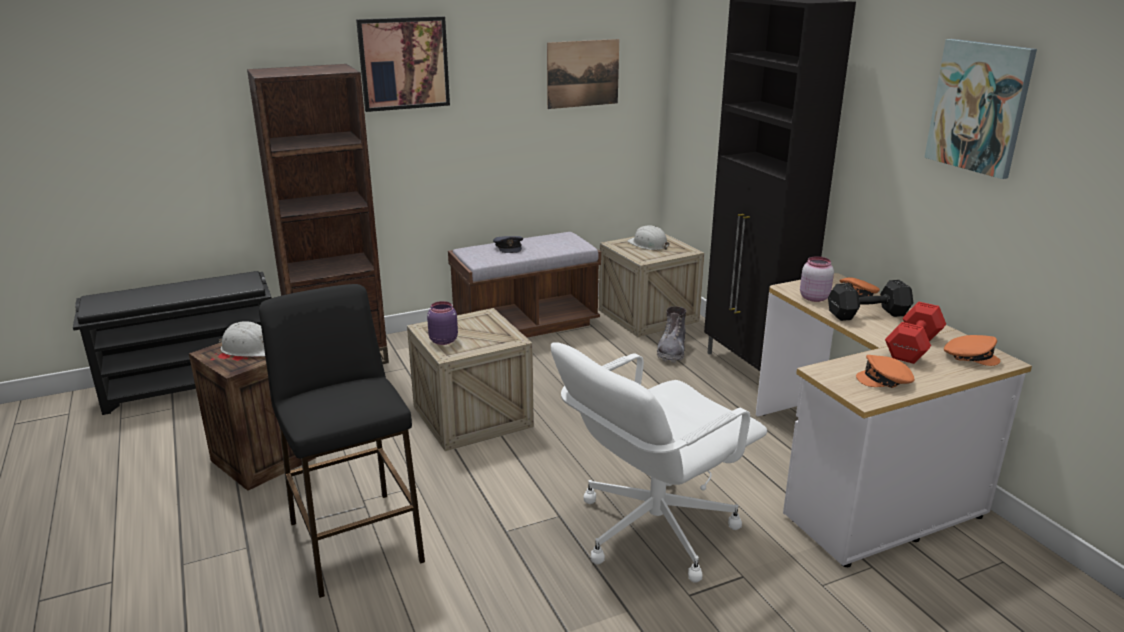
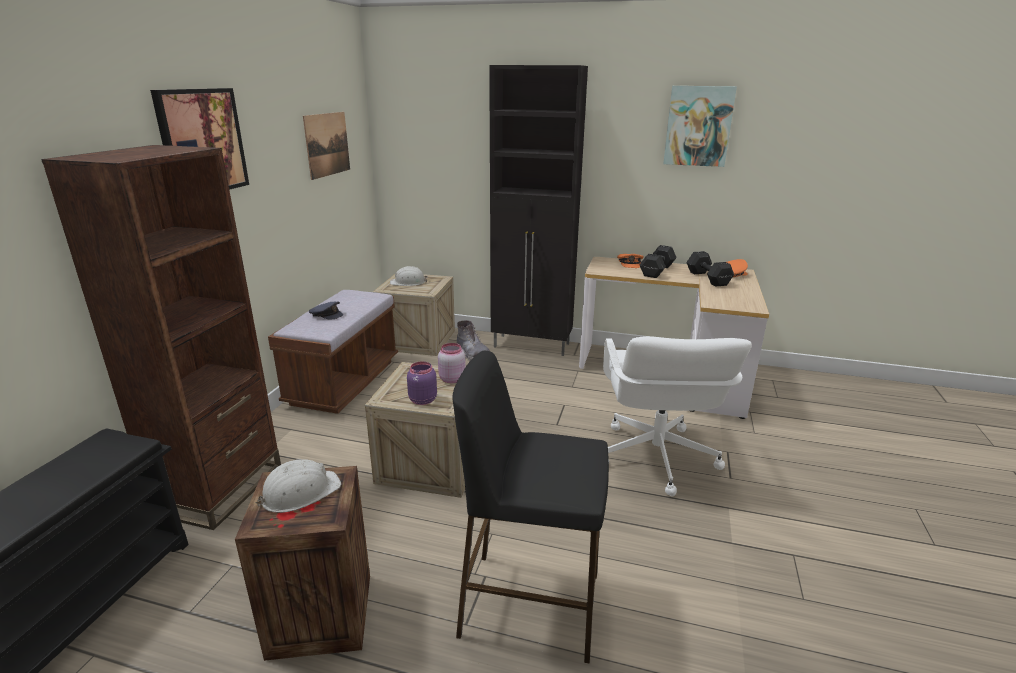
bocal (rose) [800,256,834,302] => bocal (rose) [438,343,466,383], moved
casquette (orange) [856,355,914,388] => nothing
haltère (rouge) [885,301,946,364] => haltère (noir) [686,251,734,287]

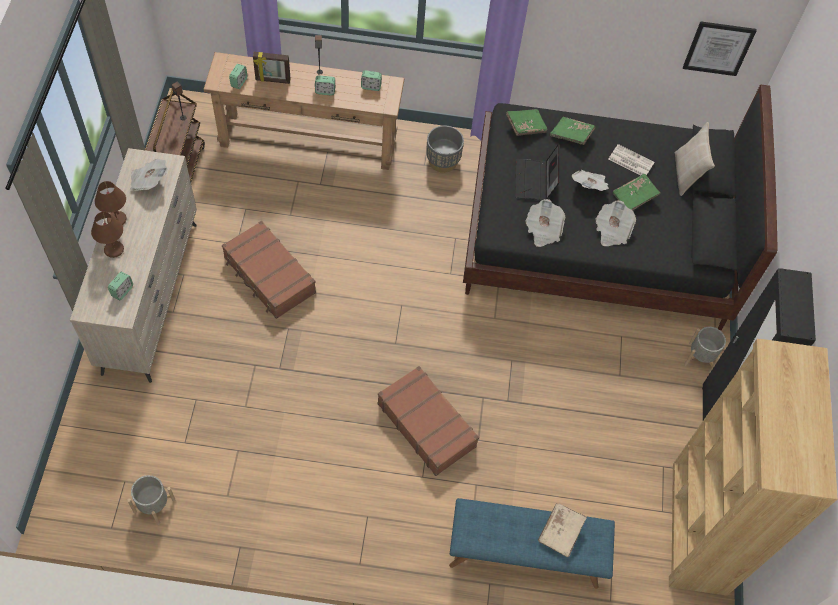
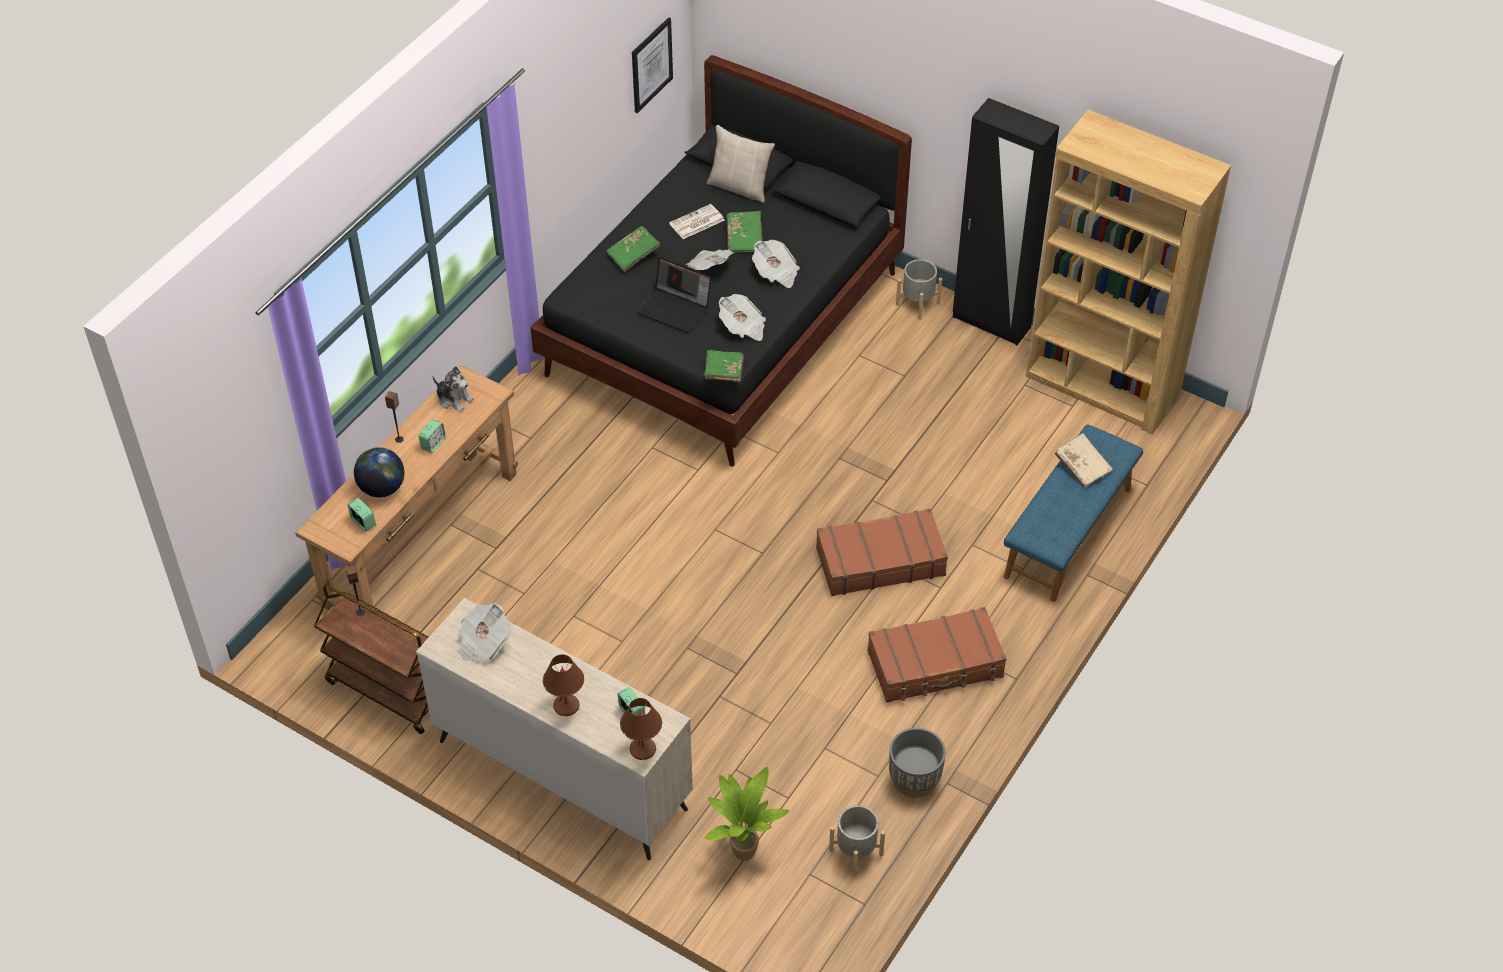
lampe de table (marron) [95,181,127,225] => lampe de table (marron) [620,698,662,760], moved
valise (marron) [222,221,316,319] => valise (marron) [867,607,1006,703], moved
cadre photo [253,52,291,84] => globe [354,447,404,497]
réveil [361,70,382,91] => peluche [433,366,474,412]
cache-pot (gris) [426,125,464,173] => cache-pot (gris) [889,728,946,798], moved
livre (vert) [506,109,547,136] => livre (vert) [704,350,744,382], moved
nothing => plante en pot [705,767,789,861]

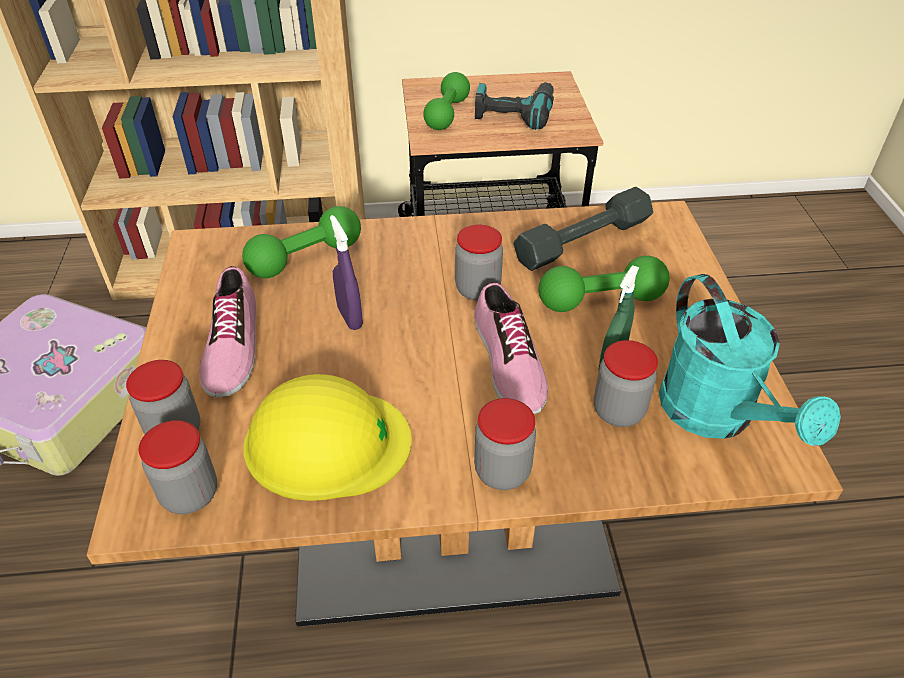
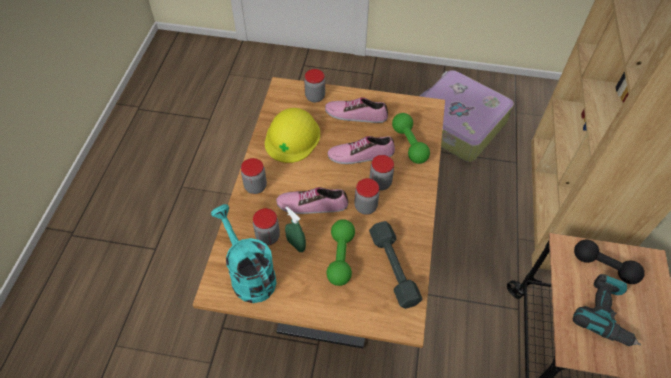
bocal [138,420,217,514] => bocal [369,155,394,191], moved
vaporisateur (violet) [330,215,363,330] => chaussure [327,136,395,164]
haltère (vert) [423,72,470,130] => haltère (noir) [574,240,645,284]
arrosoir (turquoise) [659,274,841,446] => arrosoir (turquoise) [211,204,277,303], 60 degrees clockwise

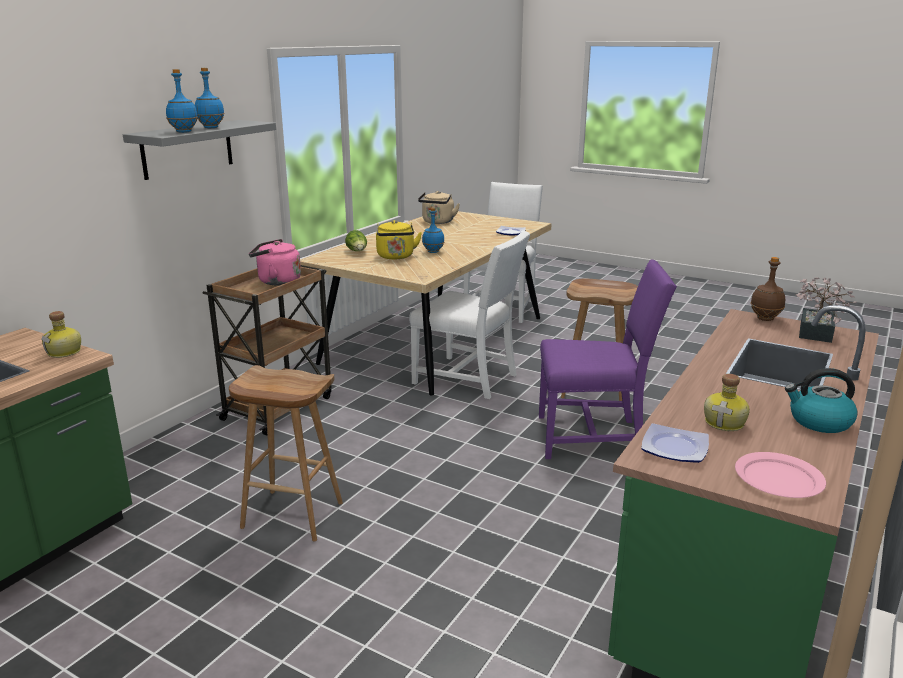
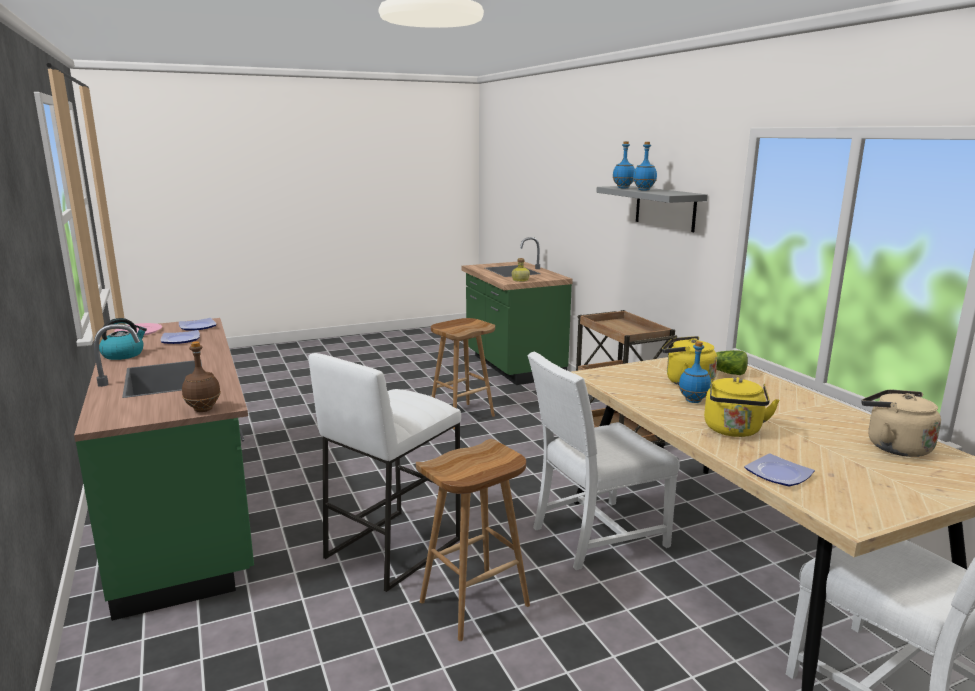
bouilloire (rose) [249,239,301,285] => nothing
chaise (violet) [539,260,677,459] => tabouret (blanc) [308,353,461,592]
bouteille [704,374,750,431] => assiette [161,330,200,344]
plante en pot [796,278,857,343] => nothing
nothing => bouilloire (jaune) [704,377,780,437]

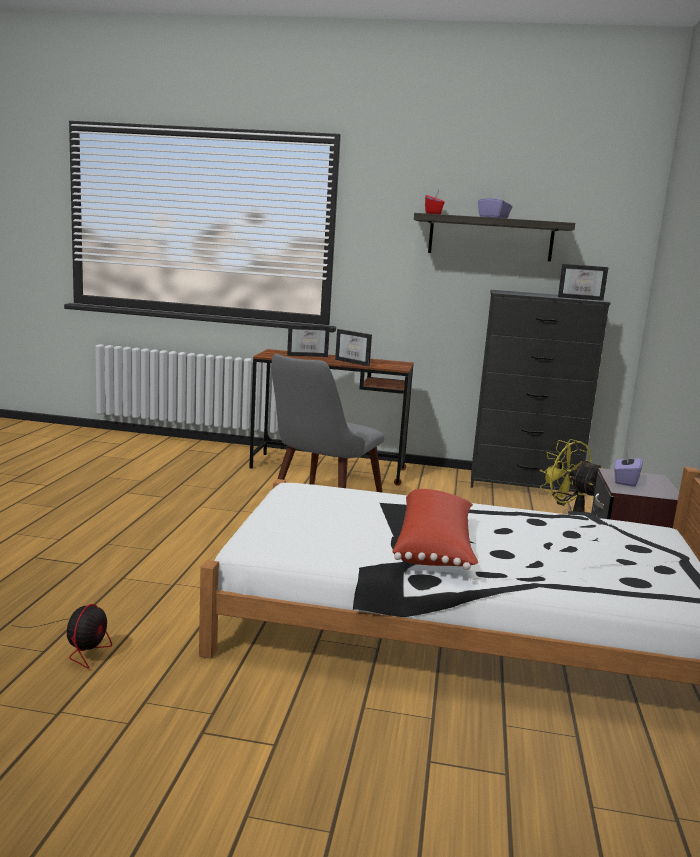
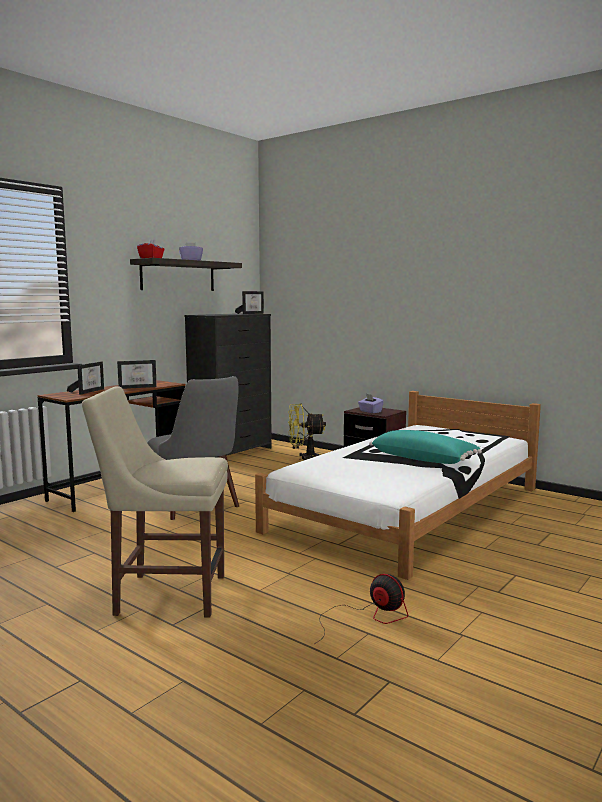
coussin (rouge) [392,489,478,570] => coussin (turquoise) [369,430,482,464]
nothing => chaise (beige) [82,386,228,617]

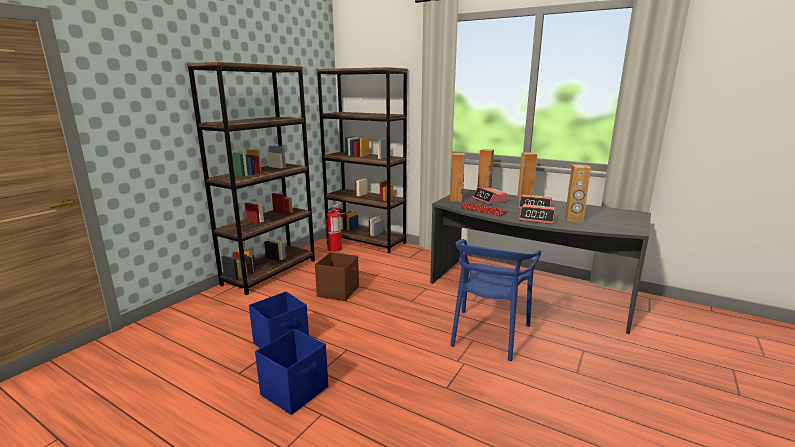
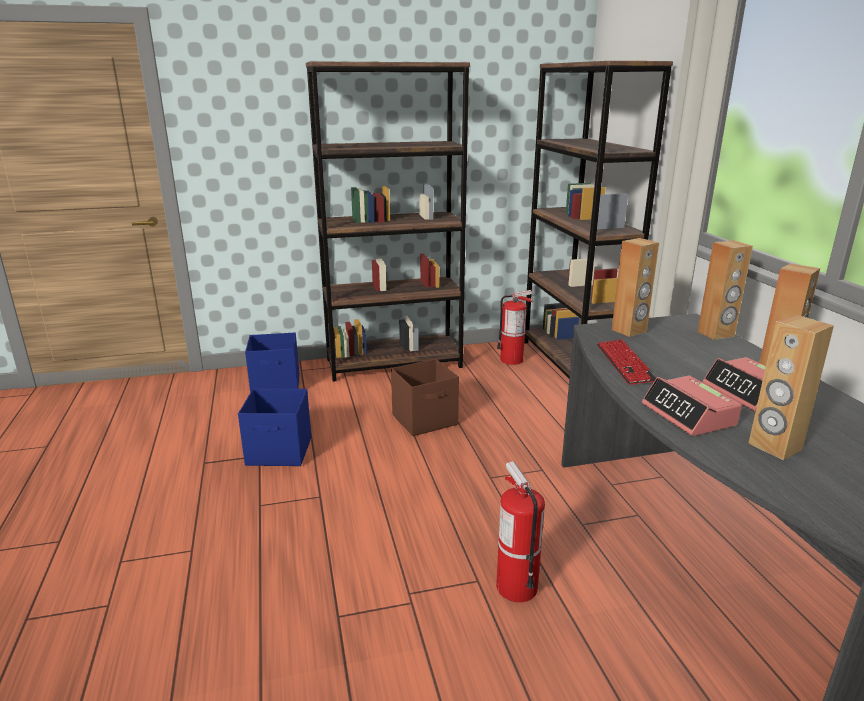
boîte de rangement (bleu) [255,329,328,415] => boîte de rangement (bleu) [245,332,299,393], moved
chaise (bleu) [450,239,541,361] => extincteur [496,461,545,602]
réveil [472,187,508,204] => nothing

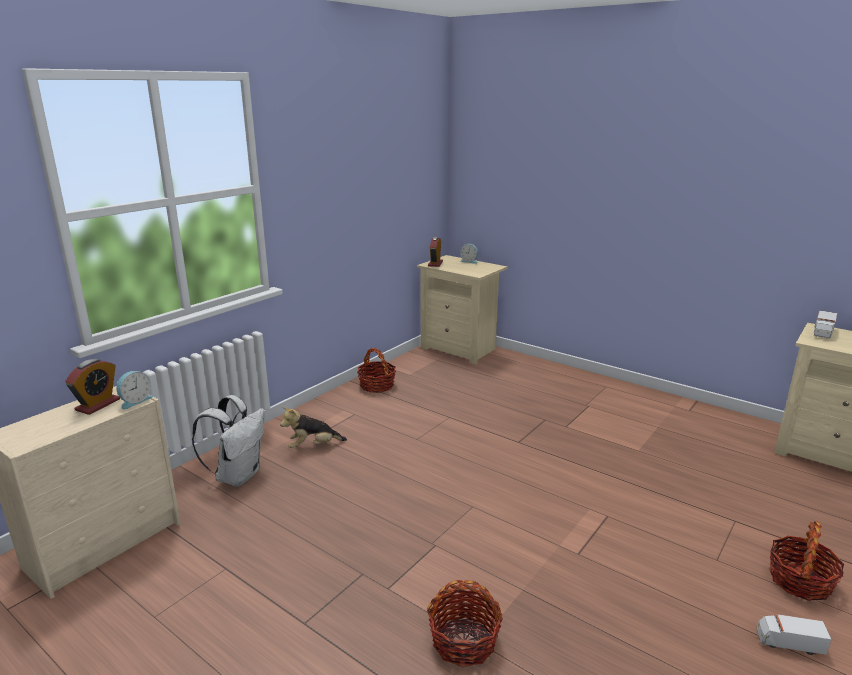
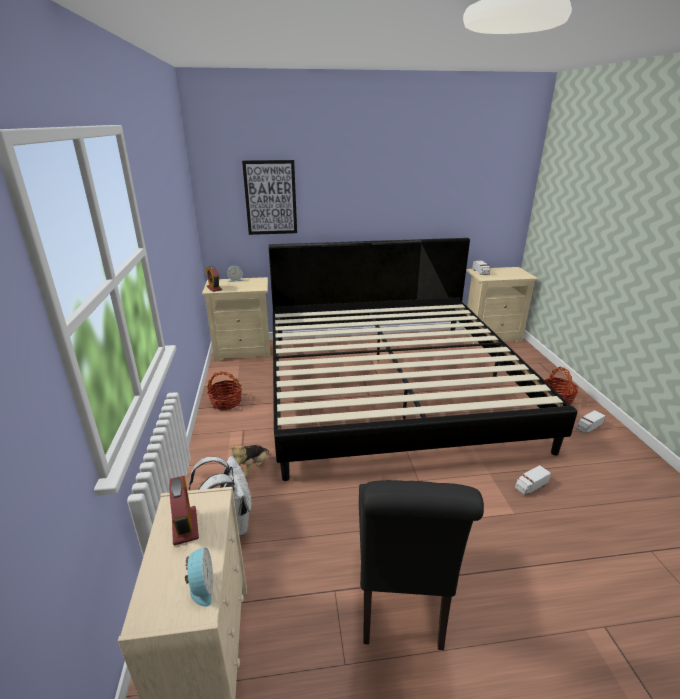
réveil [116,371,153,409] => réveil [185,548,213,607], moved
panier [427,580,503,667] => nothing
nothing => tableau [242,160,297,235]
nothing => lit [268,238,578,481]
nothing => chaise (noir) [359,480,484,650]
nothing => camion jouet [515,465,551,495]

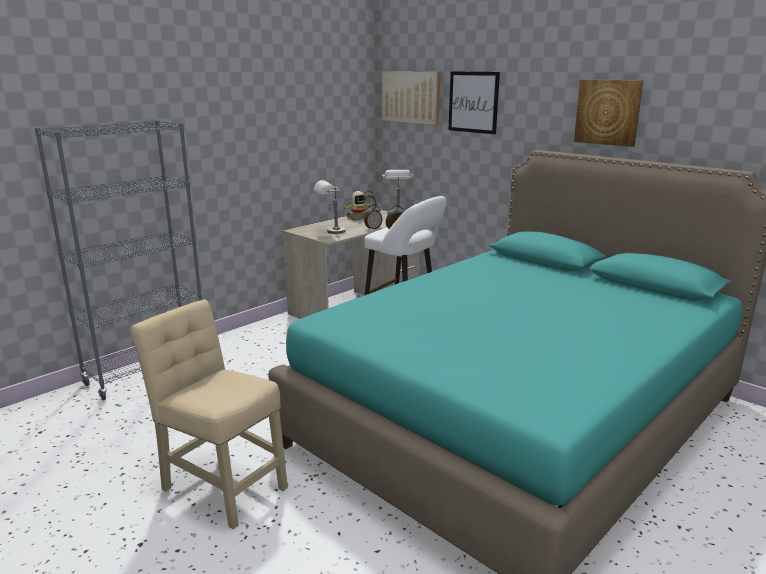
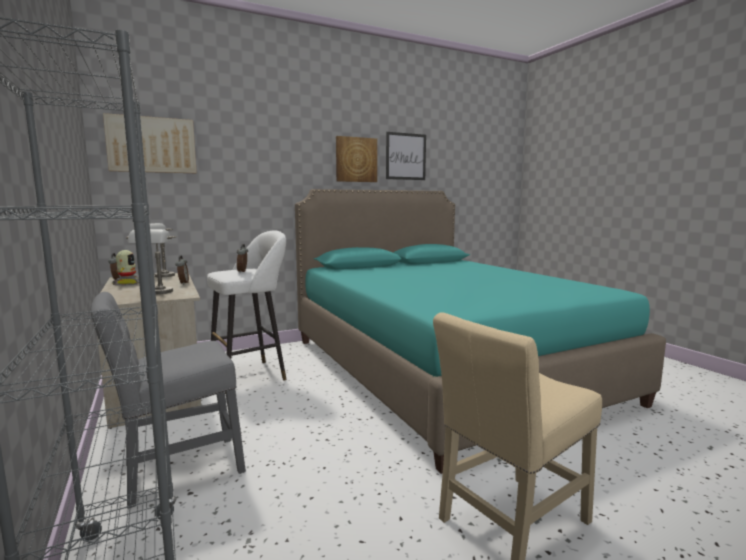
tableau [448,71,500,134] => tableau [386,132,426,180], moved
nothing => chaise (gris) [91,292,246,509]

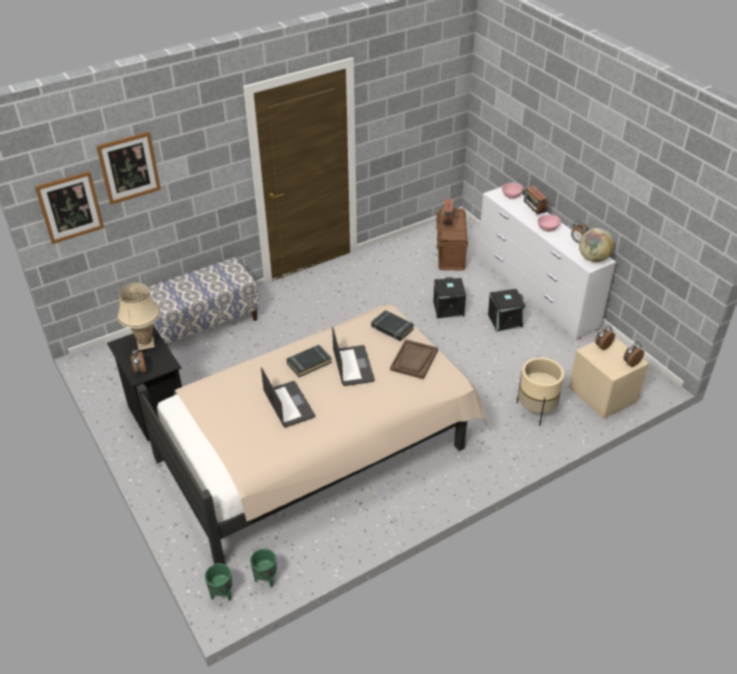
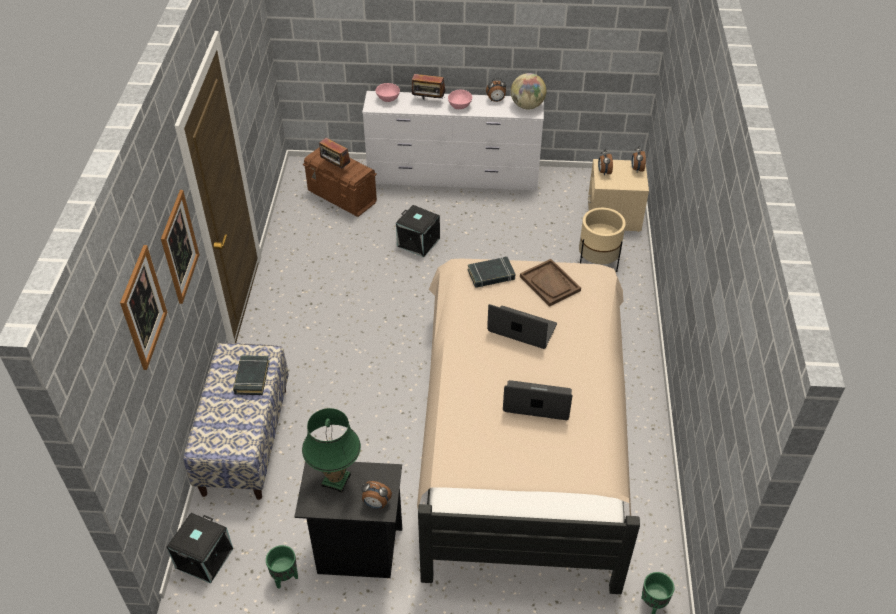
tableau [35,171,104,244] => tableau [161,190,199,304], moved
lampe de table (beige) [117,283,161,352] => lampe de table (vert) [302,408,361,493]
cache-pot (vert) [250,548,277,587] => cache-pot (vert) [266,545,298,589], moved
livre (noir) [287,345,332,377] => livre (noir) [233,355,269,395], moved
boîte de rangement (noir) [487,289,526,332] => boîte de rangement (noir) [167,513,233,584], moved

